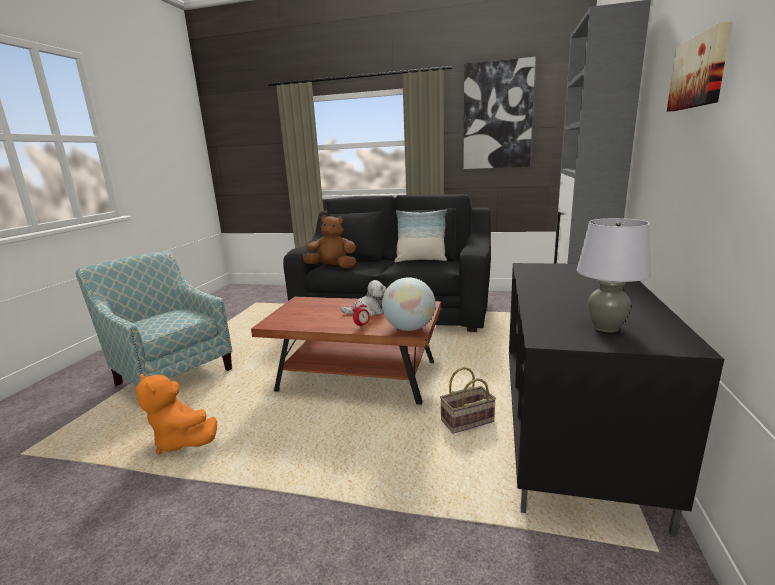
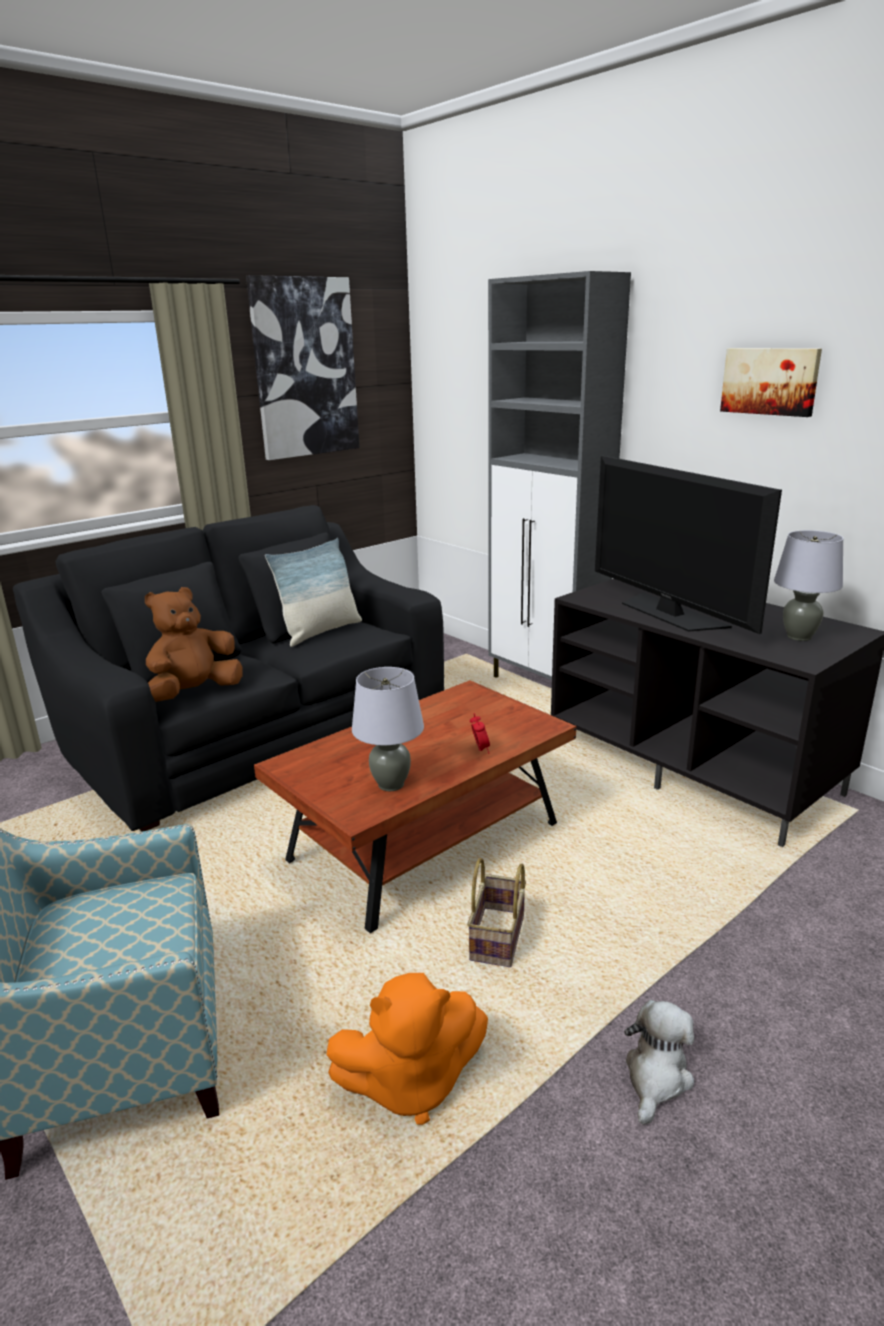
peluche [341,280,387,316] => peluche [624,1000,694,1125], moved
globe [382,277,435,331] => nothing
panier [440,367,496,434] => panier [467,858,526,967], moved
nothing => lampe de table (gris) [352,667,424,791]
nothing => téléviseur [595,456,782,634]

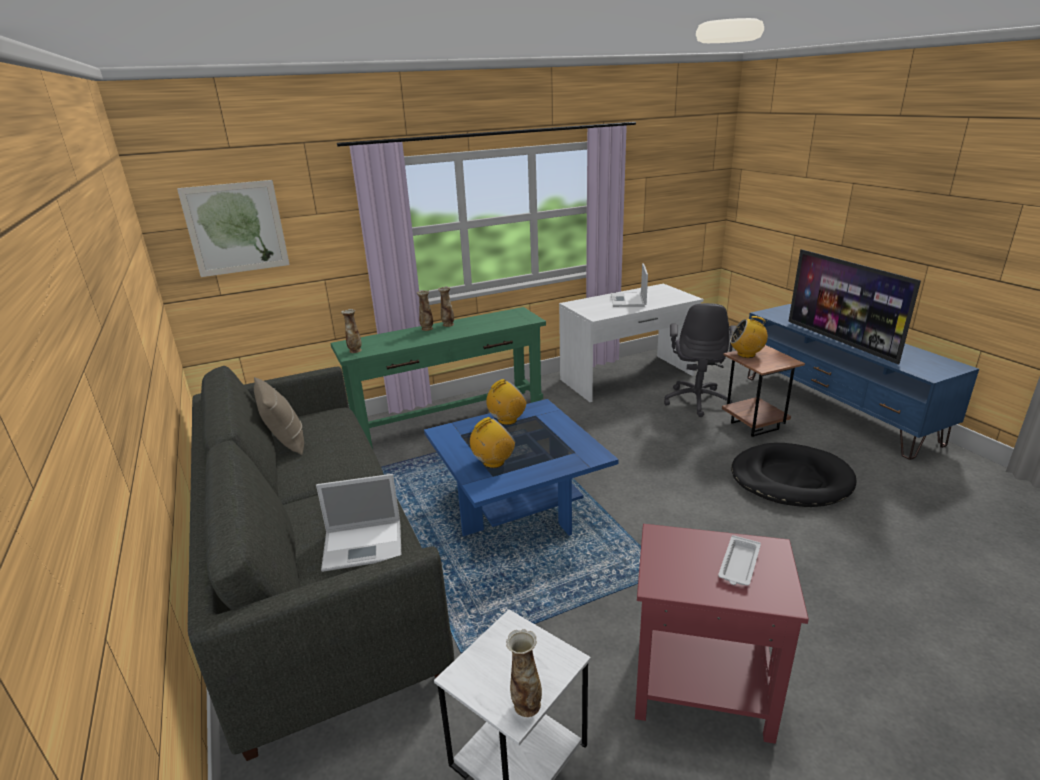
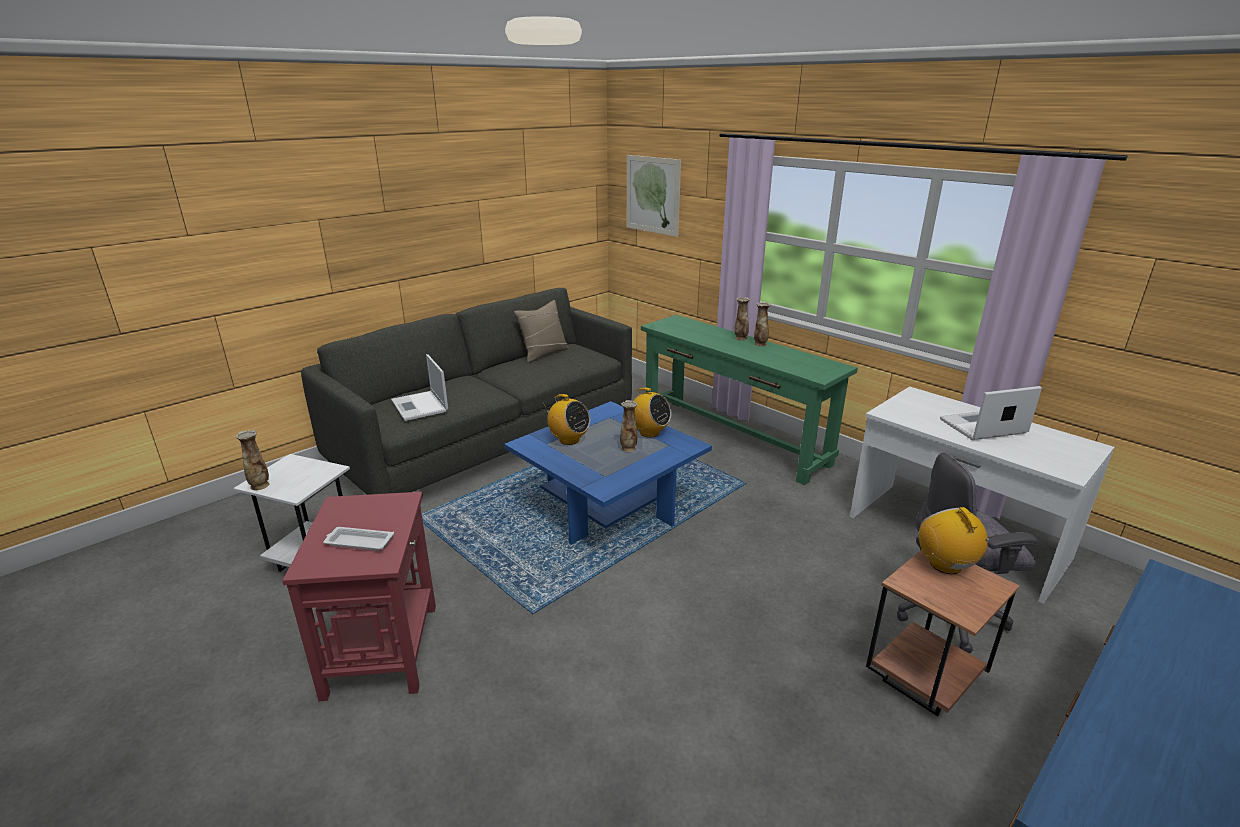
vase [341,309,362,353] => vase [620,400,638,452], moved
panier pour chien (noir) [731,443,857,507] => nothing
téléviseur [788,249,921,365] => nothing

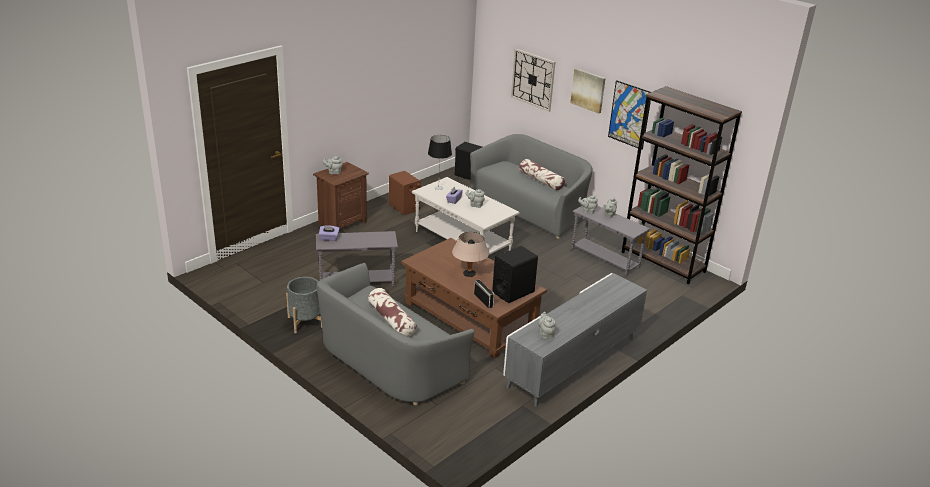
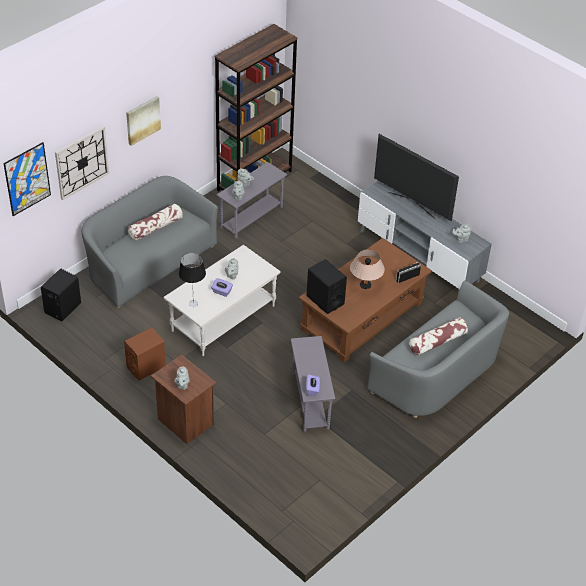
cache-pot (gris) [286,277,322,333] => nothing
enceinte (noir) [492,246,538,303] => enceinte (noir) [306,259,347,314], moved
tableau [608,80,651,150] => tableau [3,142,51,216], moved
nothing => téléviseur [374,134,459,222]

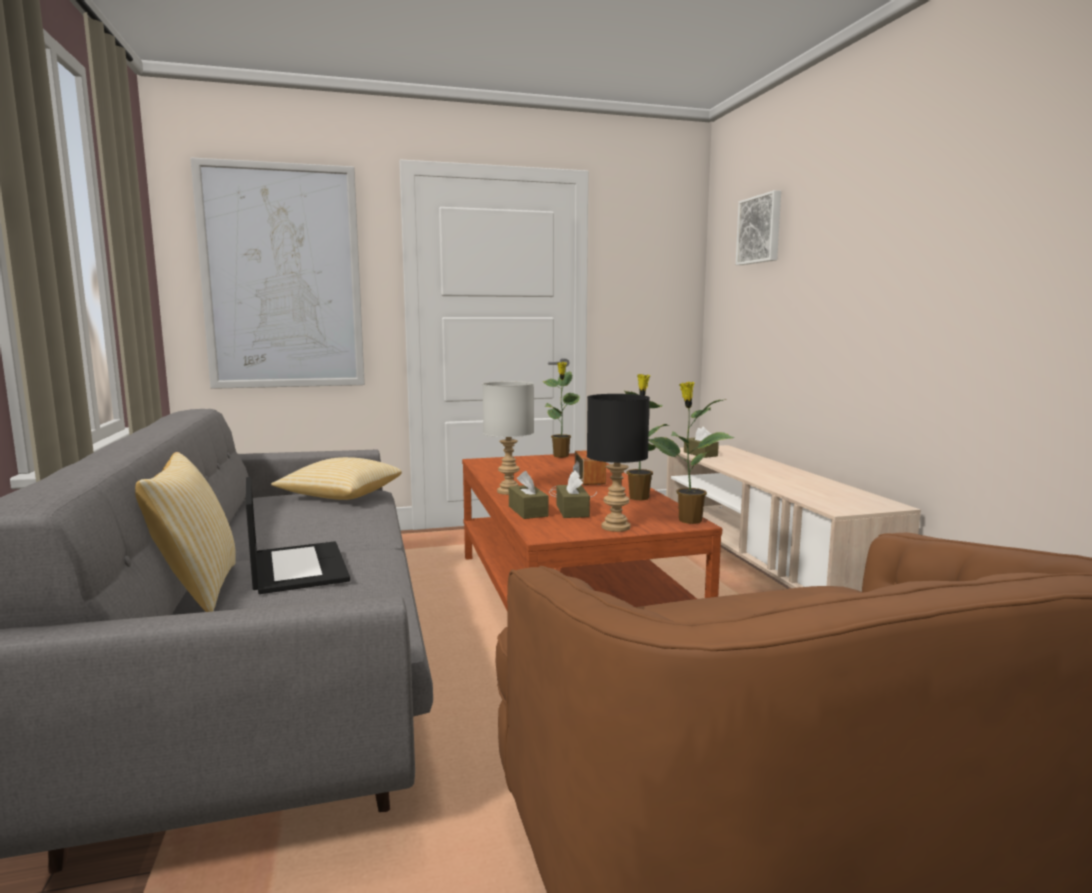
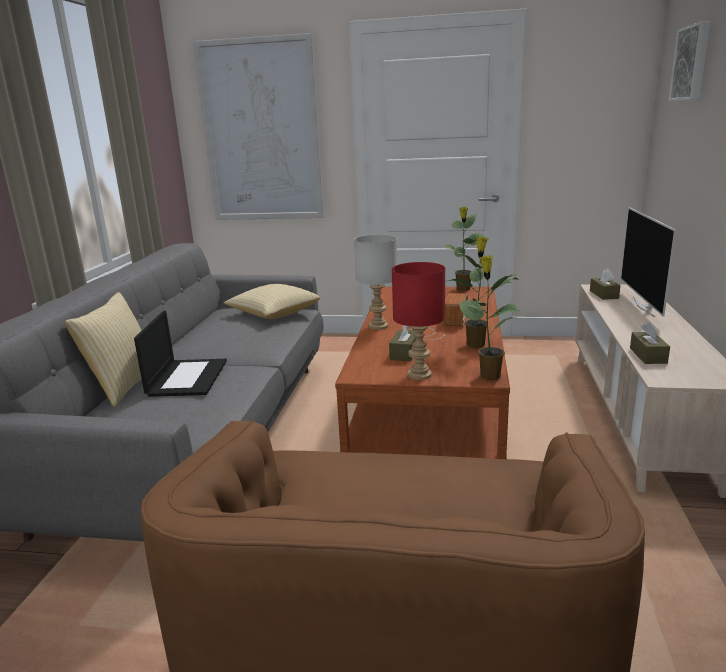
boîte à mouchoirs (marron) [509,471,549,519] => boîte à mouchoirs (marron) [630,322,670,364], moved
lampe de table (noir) [587,394,650,532] => lampe de table (rouge) [392,262,445,380]
nothing => téléviseur [621,207,676,317]

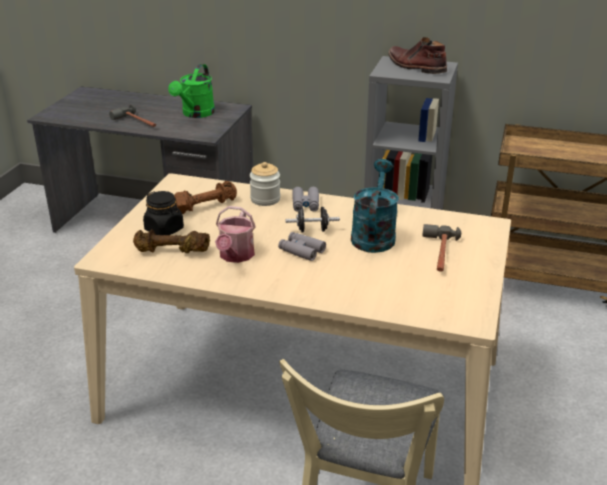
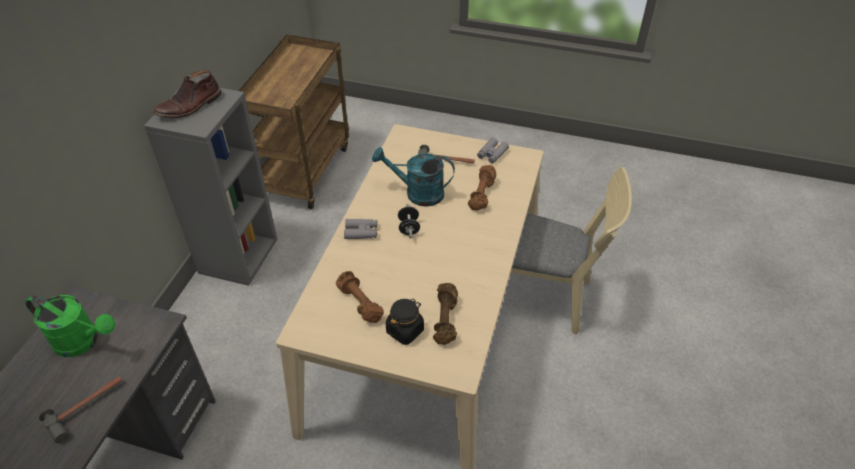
arrosoir [215,206,256,263] => nothing
bocal [249,162,280,206] => nothing
jumelles (gris) [278,232,326,261] => jumelles (gris) [477,138,509,163], moved
nothing => haltère (marron) [468,165,496,211]

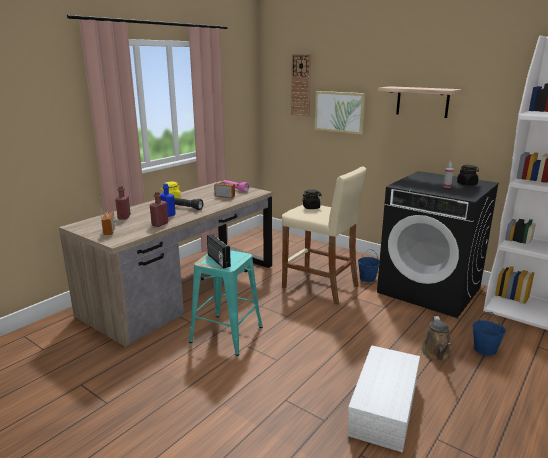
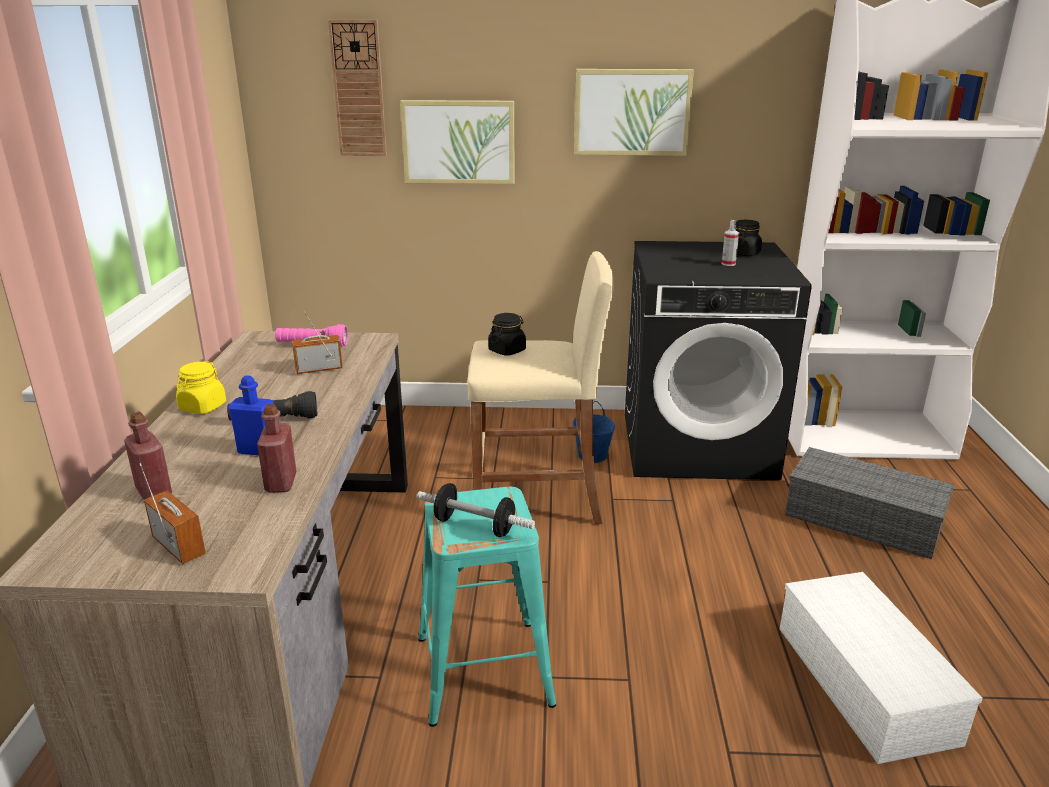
radio [207,234,231,268] => haltère [417,483,535,537]
étagère [378,86,462,118] => tableau [574,69,694,156]
arrosoir (marron) [421,316,452,361] => nothing
seau (bleu) [472,312,506,356] => boîte de rangement (gris) [785,447,954,560]

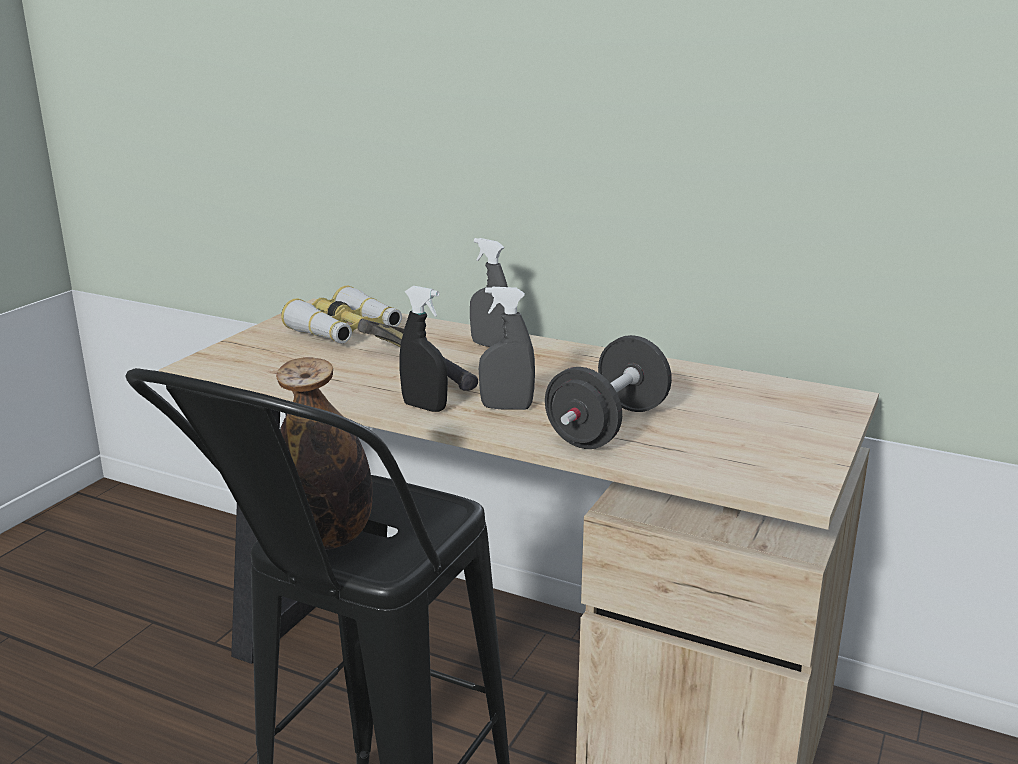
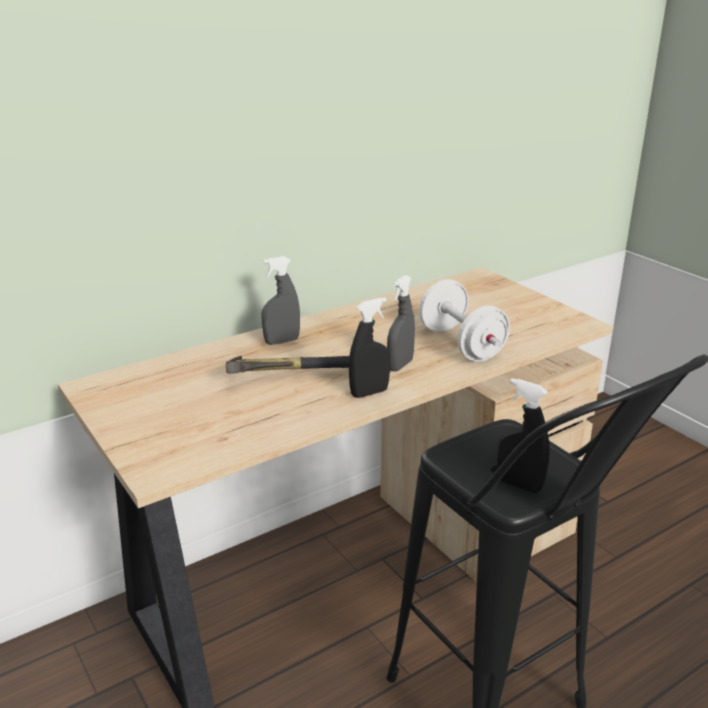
bouteille [276,357,373,549] => vaporisateur (noir) [497,378,550,493]
jumelles [281,286,402,343] => nothing
haltère (noir) [545,335,672,449] => haltère (blanc) [419,279,510,362]

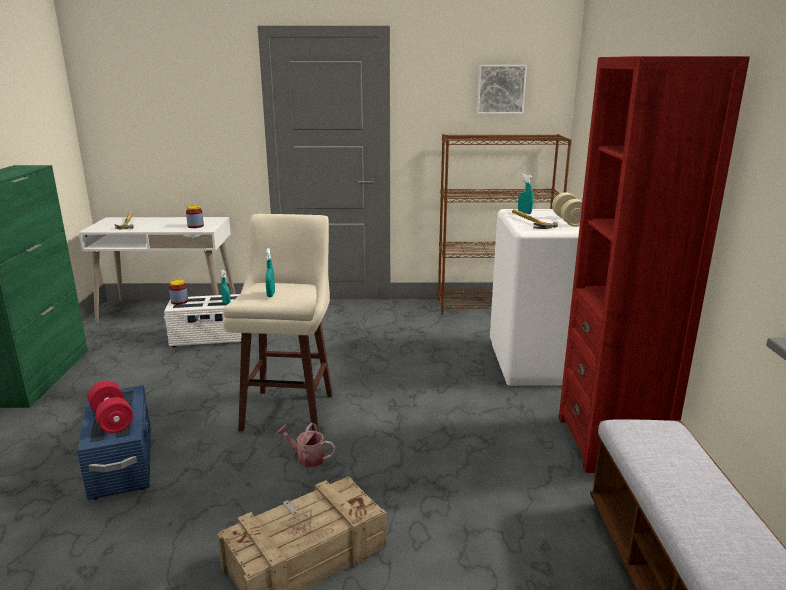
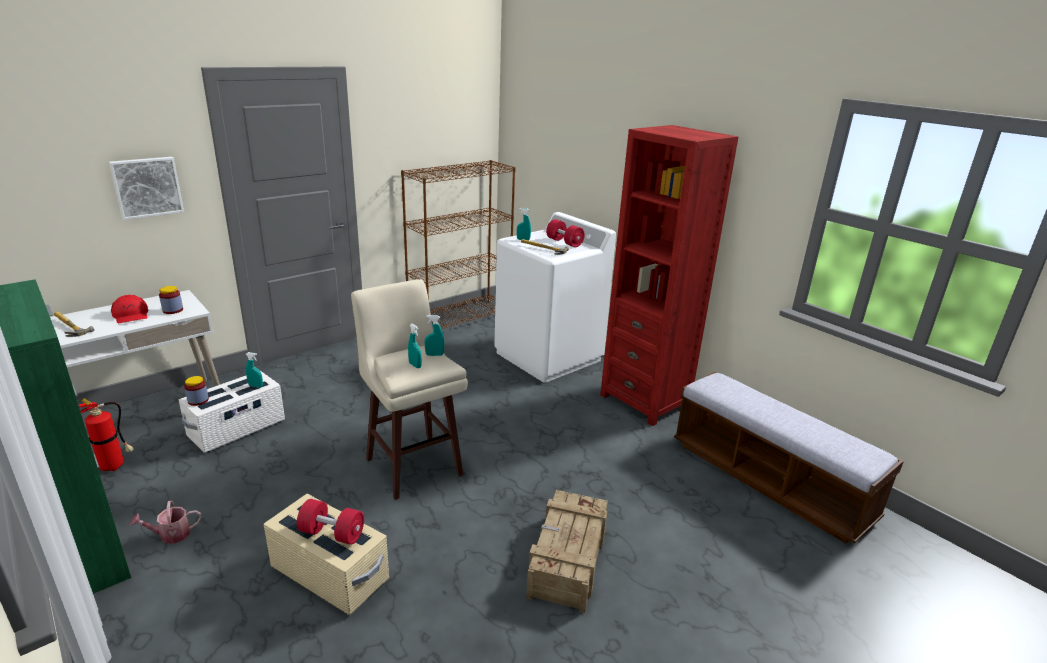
boîte de rangement (bleu) [77,385,151,500] => boîte de rangement (beige) [264,494,389,615]
arrosoir [276,423,336,467] => arrosoir [130,501,202,543], moved
tableau [477,65,527,114] => tableau [109,157,184,220], moved
haltère (beige) [552,192,582,227] => haltère (rouge) [546,219,585,247]
nothing => extincteur [79,398,134,471]
nothing => casquette (rouge) [111,295,148,323]
nothing => vaporisateur (turquoise) [425,315,444,356]

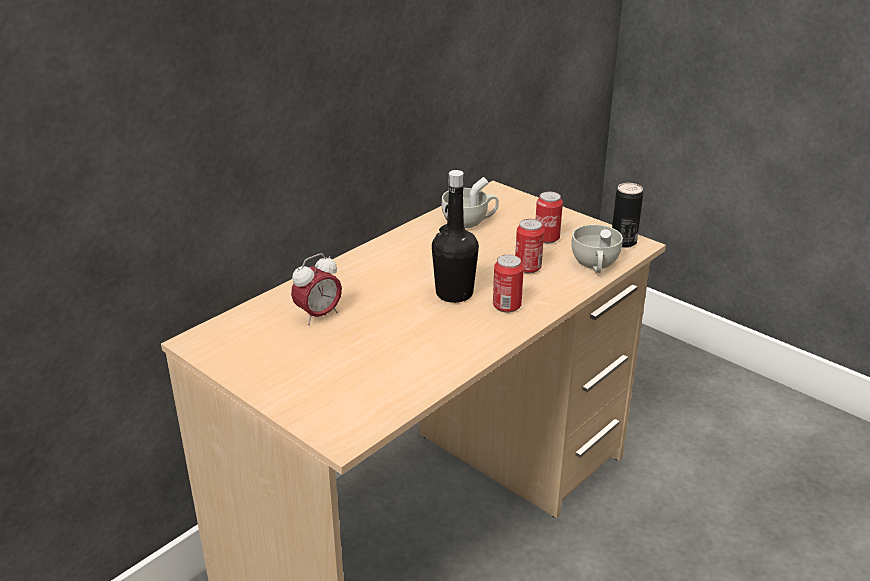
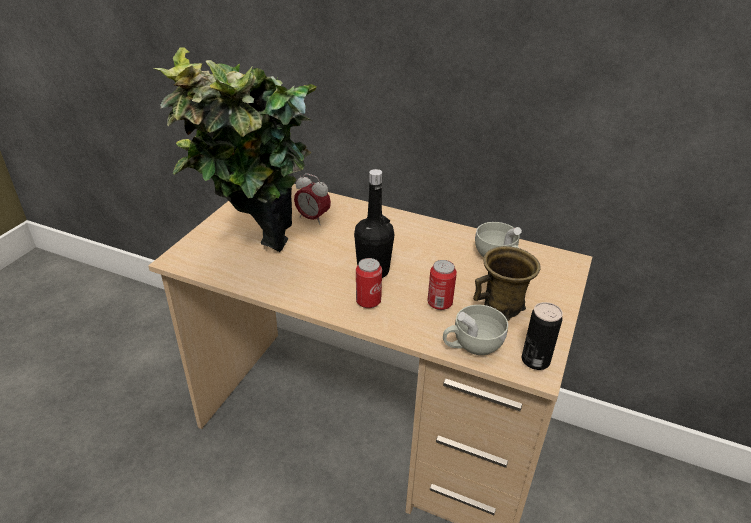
boîte métallique [536,192,563,243] => mug (marron) [473,246,541,321]
nothing => plante en pot [153,48,317,252]

